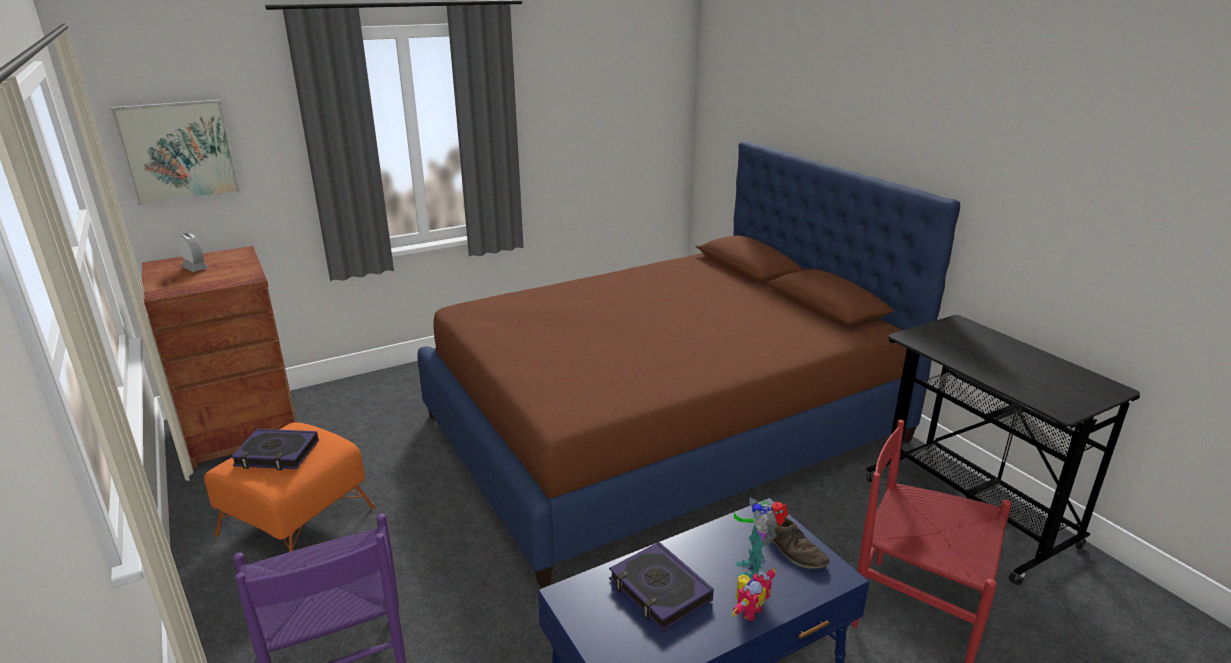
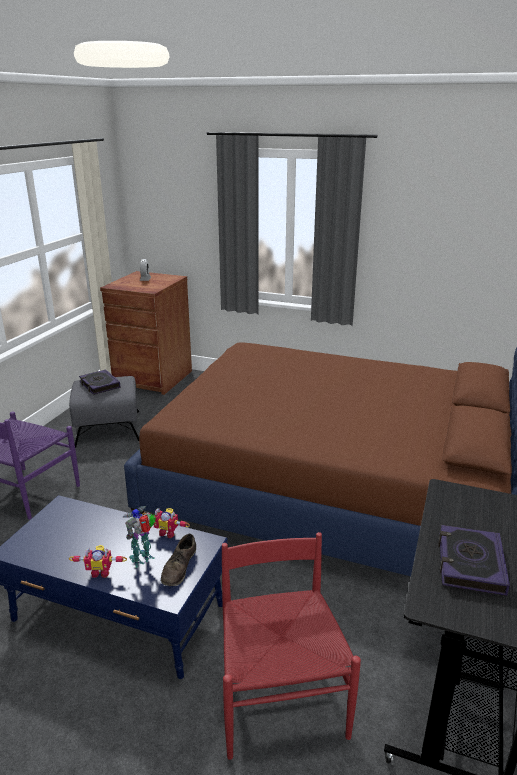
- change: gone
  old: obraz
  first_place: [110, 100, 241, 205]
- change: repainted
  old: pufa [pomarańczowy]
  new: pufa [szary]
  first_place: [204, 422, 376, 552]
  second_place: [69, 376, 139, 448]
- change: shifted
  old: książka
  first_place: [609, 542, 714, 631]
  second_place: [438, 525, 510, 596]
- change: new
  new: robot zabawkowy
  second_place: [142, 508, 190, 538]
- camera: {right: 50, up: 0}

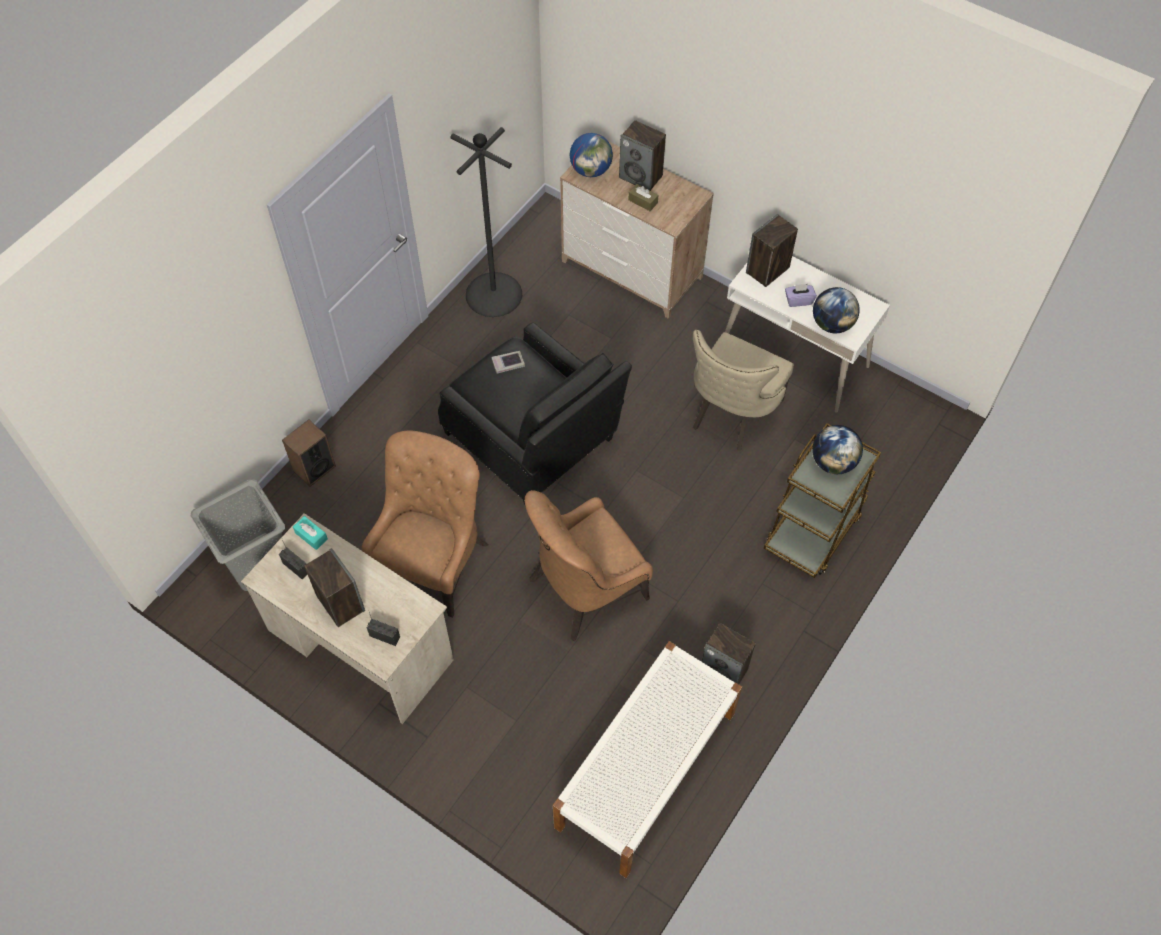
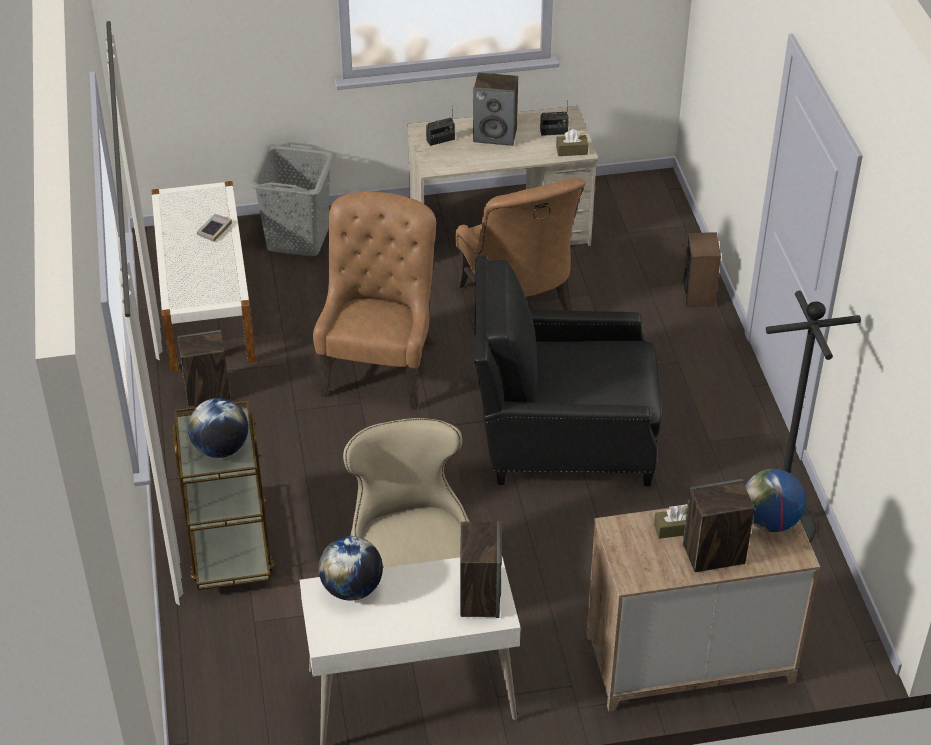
- change: gone
  old: pudełko chusteczek [fioletowy]
  first_place: [785, 284, 817, 307]
- change: shifted
  old: książka
  first_place: [491, 351, 525, 374]
  second_place: [197, 214, 232, 242]
- change: shifted
  old: kosz na pranie [szary]
  first_place: [191, 479, 285, 591]
  second_place: [249, 142, 335, 256]
- change: repainted
  old: pudełko chusteczek [turkusowy]
  new: pudełko chusteczek [brązowy]
  first_place: [293, 516, 328, 550]
  second_place: [556, 129, 588, 156]
- camera: {right: 135, up: -15}

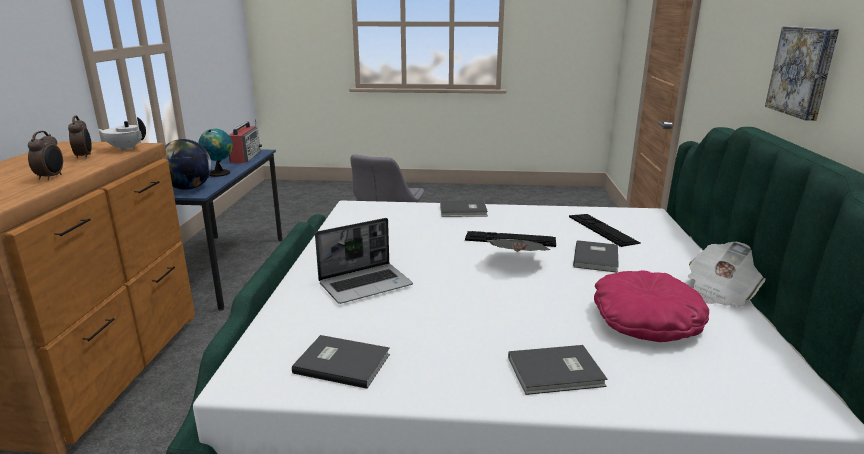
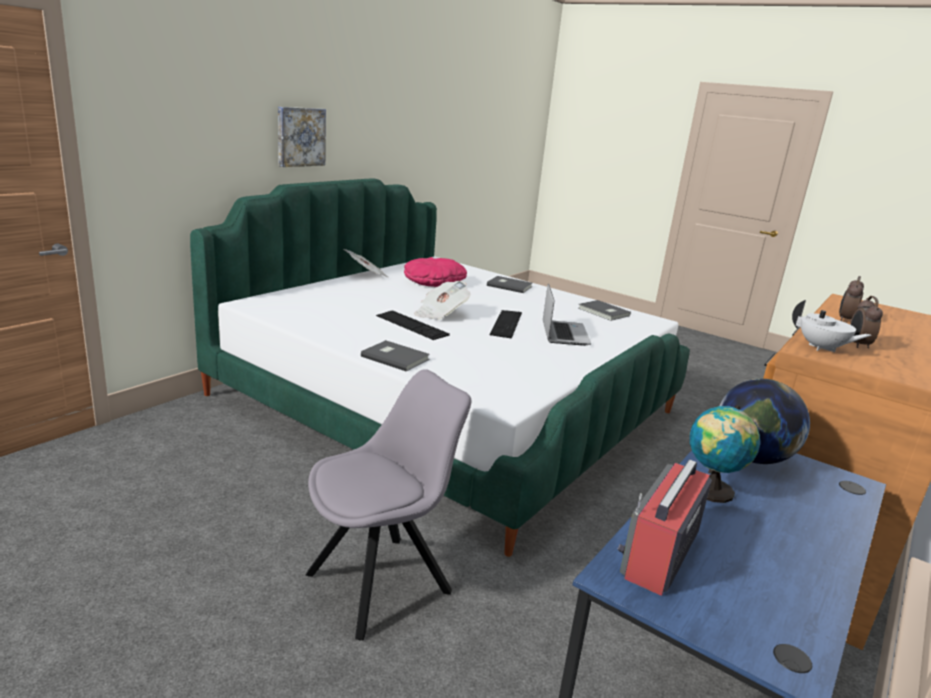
- change: shifted
  old: klawiatura
  first_place: [569, 214, 641, 247]
  second_place: [490, 310, 522, 339]
- change: rotated
  old: laptop
  first_place: [315, 218, 413, 304]
  second_place: [543, 283, 591, 346]
  degrees: 90
- change: gone
  old: książka [szary]
  first_place: [573, 240, 619, 273]
- camera: {right: -150, up: 0}

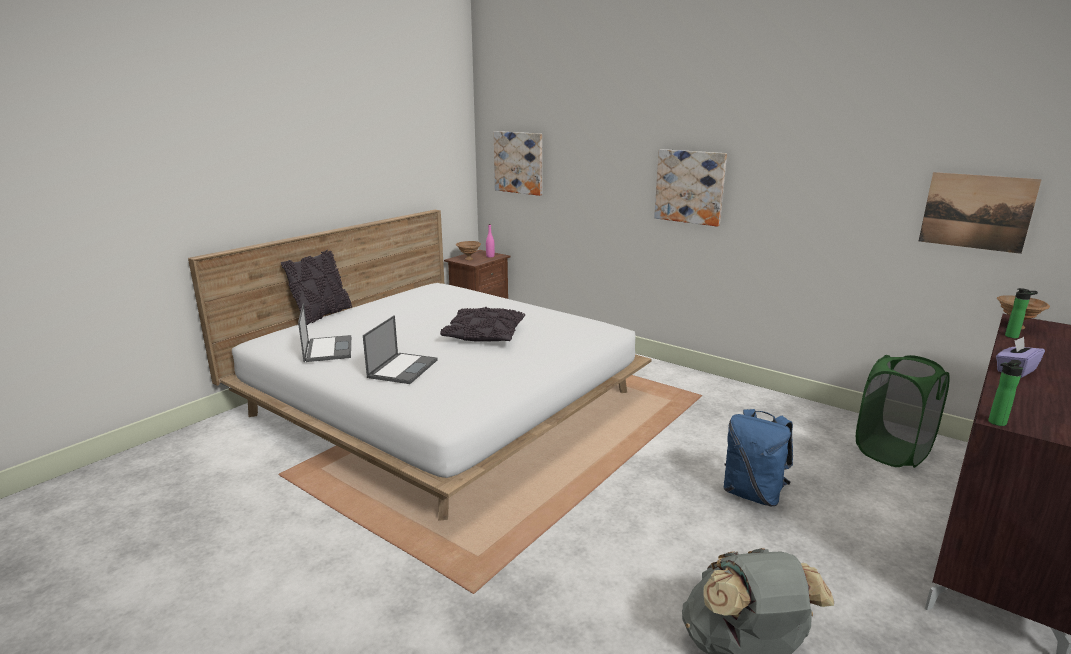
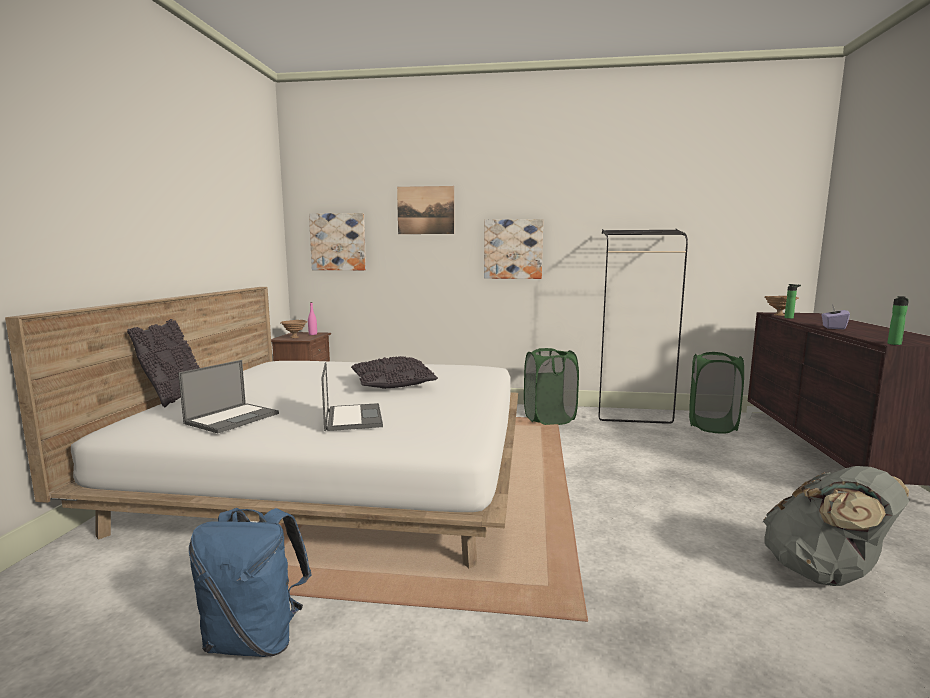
- change: shifted
  old: obraz
  first_place: [919, 172, 1042, 254]
  second_place: [397, 186, 454, 234]
- change: rotated
  old: laptop
  first_place: [298, 303, 351, 362]
  second_place: [178, 360, 279, 433]
  degrees: 75
- change: shifted
  old: plecak [niebieski]
  first_place: [723, 409, 793, 506]
  second_place: [189, 508, 312, 657]
- change: new
  new: wieszak [czarny]
  second_place: [599, 229, 688, 424]
- change: new
  new: kosz na pranie [zielony]
  second_place: [524, 348, 579, 425]
- camera: {right: -30, up: -10}

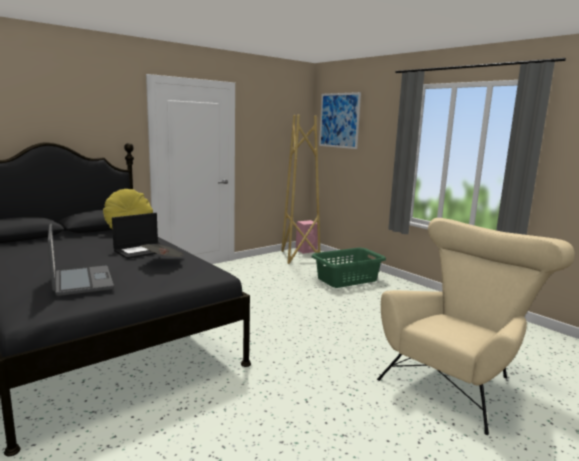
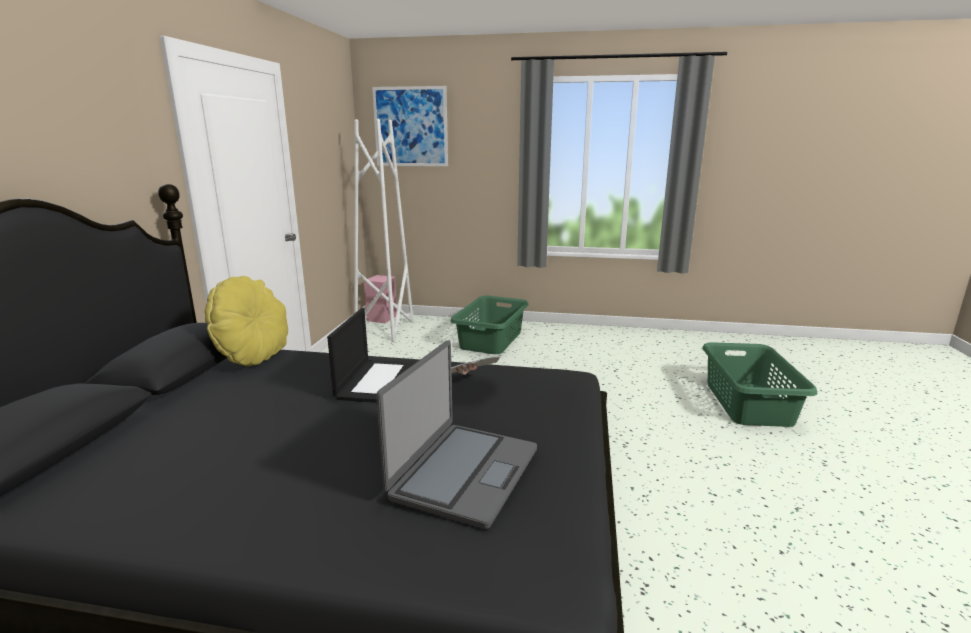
- change: repainted
  old: wieszak [żółty]
  new: wieszak [biały]
  first_place: [281, 114, 320, 264]
  second_place: [354, 119, 414, 342]
- change: swapped
  old: fotel [beżowy]
  new: kosz na pranie [zielony]
  first_place: [377, 218, 575, 435]
  second_place: [702, 342, 817, 427]
- change: rotated
  old: laptop
  first_place: [48, 224, 114, 296]
  second_place: [376, 340, 537, 529]
  degrees: 90
- camera: {right: -40, up: 5}

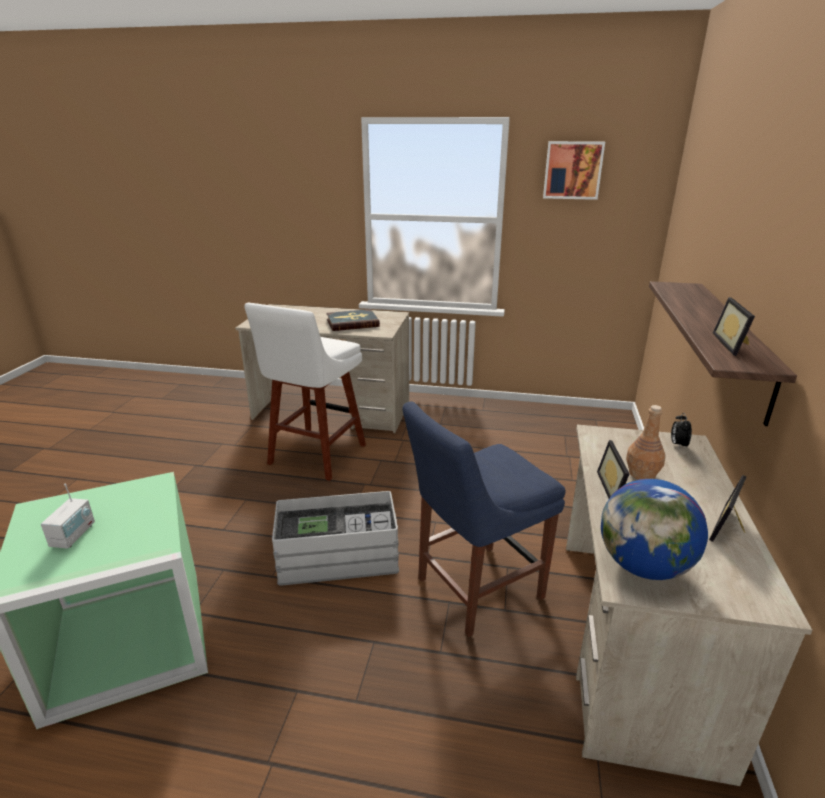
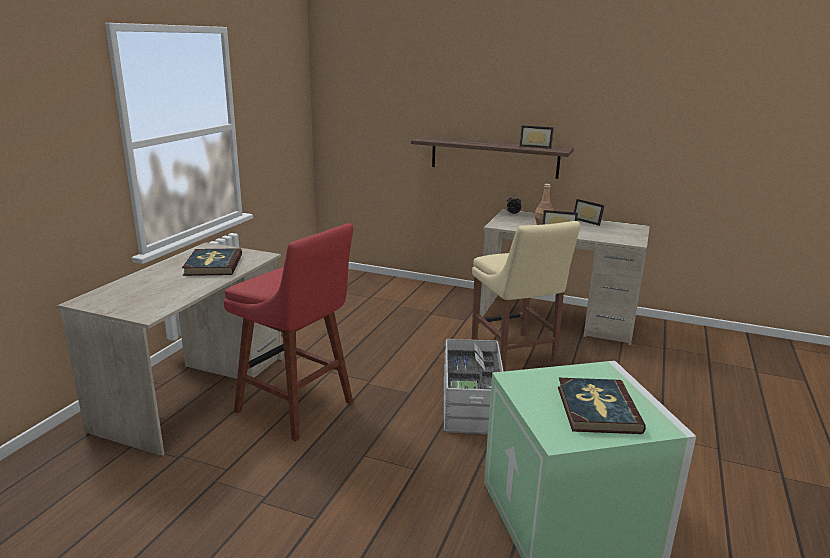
- change: gone
  old: obraz
  first_place: [543, 141, 605, 200]
- change: repainted
  old: stołek [biały]
  new: stołek [czerwony]
  first_place: [244, 303, 366, 481]
  second_place: [224, 223, 353, 441]
- change: repainted
  old: krzesło [niebieski]
  new: krzesło [beżowy]
  first_place: [402, 401, 565, 637]
  second_place: [472, 221, 580, 371]
- change: gone
  old: globus
  first_place: [601, 479, 708, 580]
- change: swapped
  old: radio
  new: książka
  first_place: [41, 483, 95, 549]
  second_place: [558, 378, 646, 434]
- camera: {right: -80, up: -5}

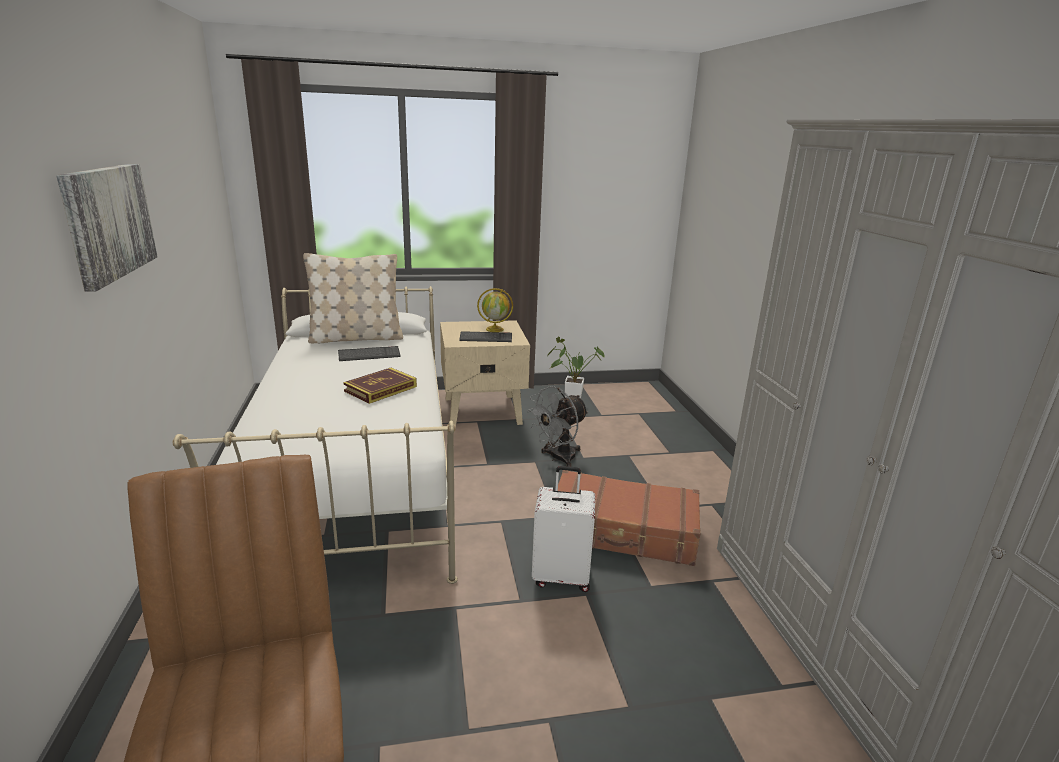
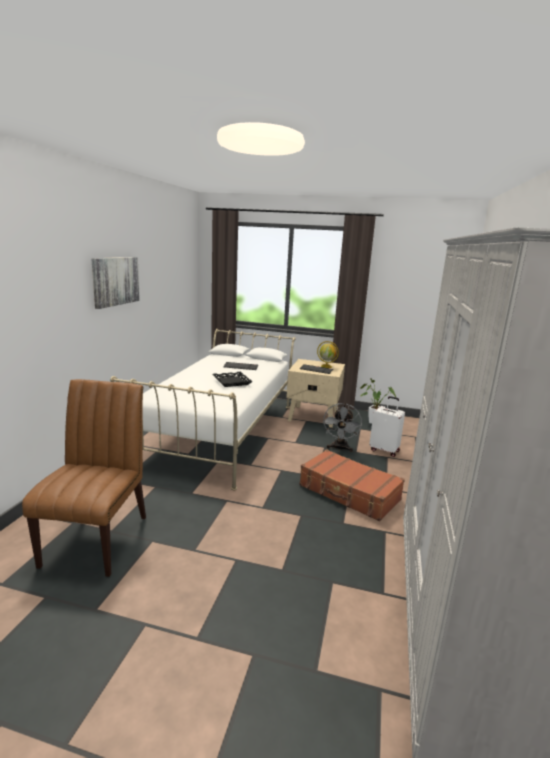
- change: gone
  old: poduszka [beżowy]
  first_place: [303, 253, 403, 343]
- change: swapped
  old: książka
  new: taca [czarny]
  first_place: [343, 368, 417, 404]
  second_place: [212, 372, 253, 387]
- change: rotated
  old: wentylator [szary]
  first_place: [527, 386, 589, 467]
  second_place: [323, 403, 362, 452]
  degrees: -60
- change: shifted
  old: walizka [biały]
  first_place: [532, 466, 595, 592]
  second_place: [369, 396, 405, 457]
- camera: {right: 25, up: -5}

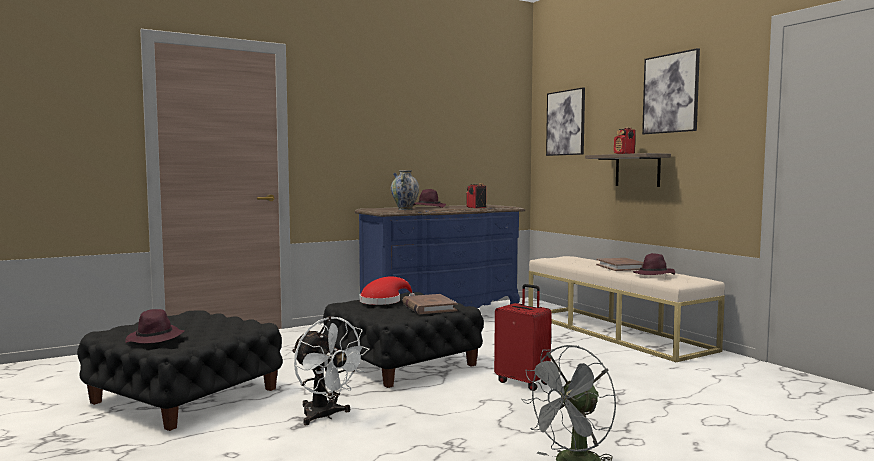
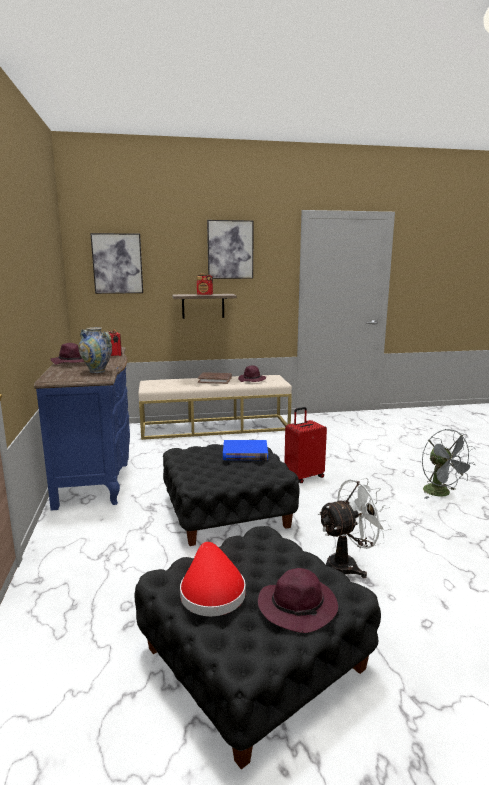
- change: shifted
  old: kapelusz [czerwony]
  first_place: [360, 277, 415, 305]
  second_place: [180, 542, 246, 616]
- change: repainted
  old: książka [brązowy]
  new: książka [niebieski]
  first_place: [403, 294, 458, 314]
  second_place: [223, 440, 268, 460]
- camera: {right: -70, up: 10}

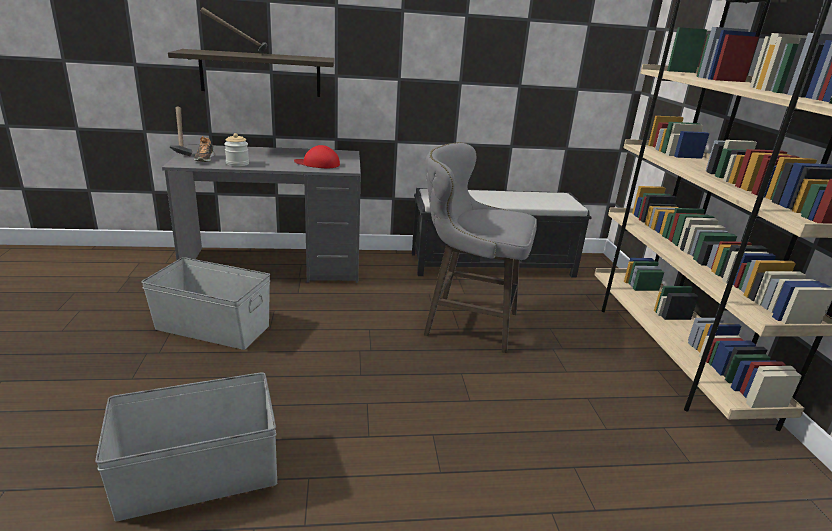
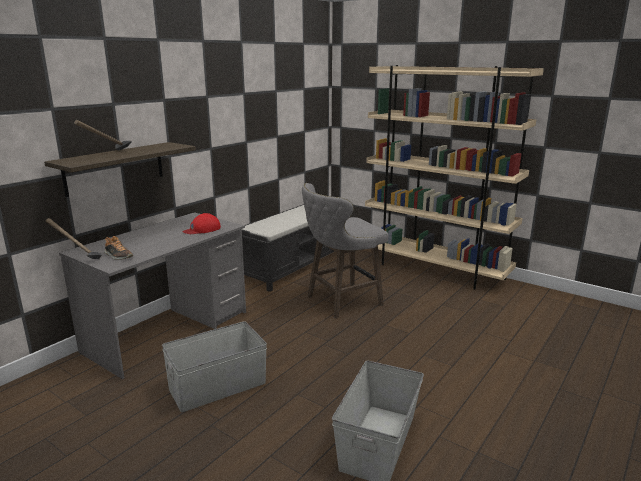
- change: gone
  old: słoik
  first_place: [224, 133, 249, 166]
- camera: {right: -45, up: -5}

